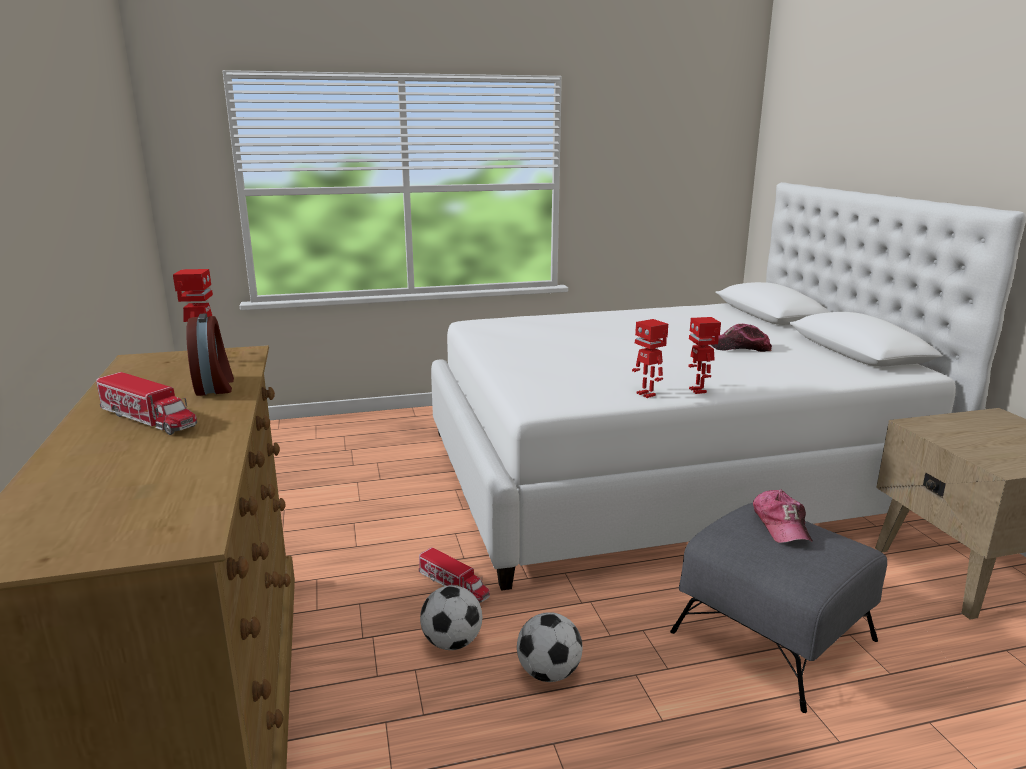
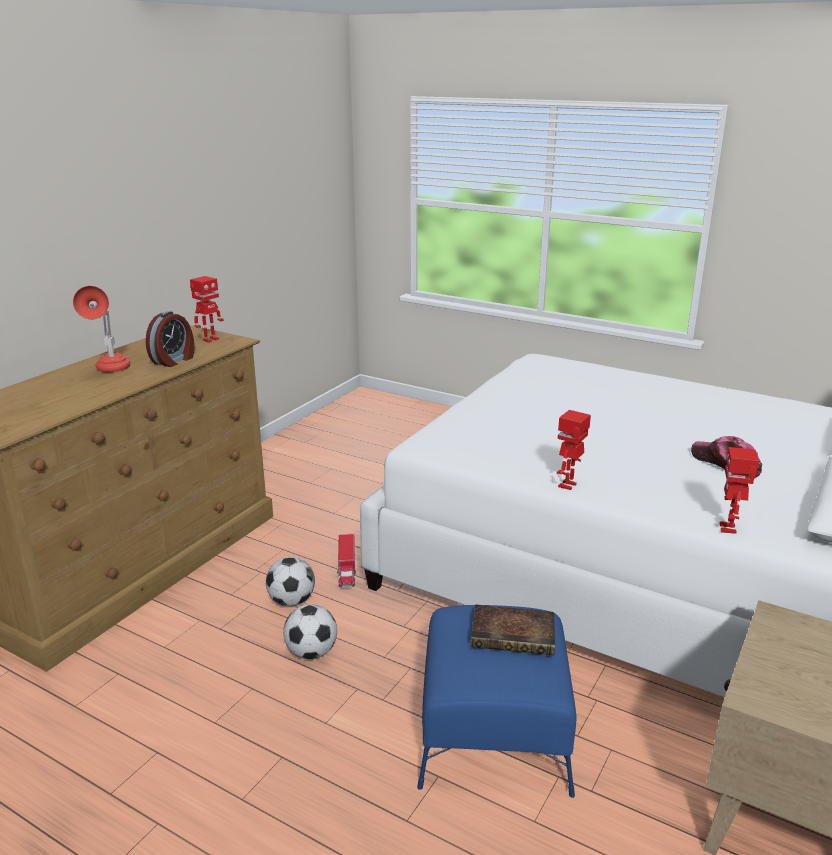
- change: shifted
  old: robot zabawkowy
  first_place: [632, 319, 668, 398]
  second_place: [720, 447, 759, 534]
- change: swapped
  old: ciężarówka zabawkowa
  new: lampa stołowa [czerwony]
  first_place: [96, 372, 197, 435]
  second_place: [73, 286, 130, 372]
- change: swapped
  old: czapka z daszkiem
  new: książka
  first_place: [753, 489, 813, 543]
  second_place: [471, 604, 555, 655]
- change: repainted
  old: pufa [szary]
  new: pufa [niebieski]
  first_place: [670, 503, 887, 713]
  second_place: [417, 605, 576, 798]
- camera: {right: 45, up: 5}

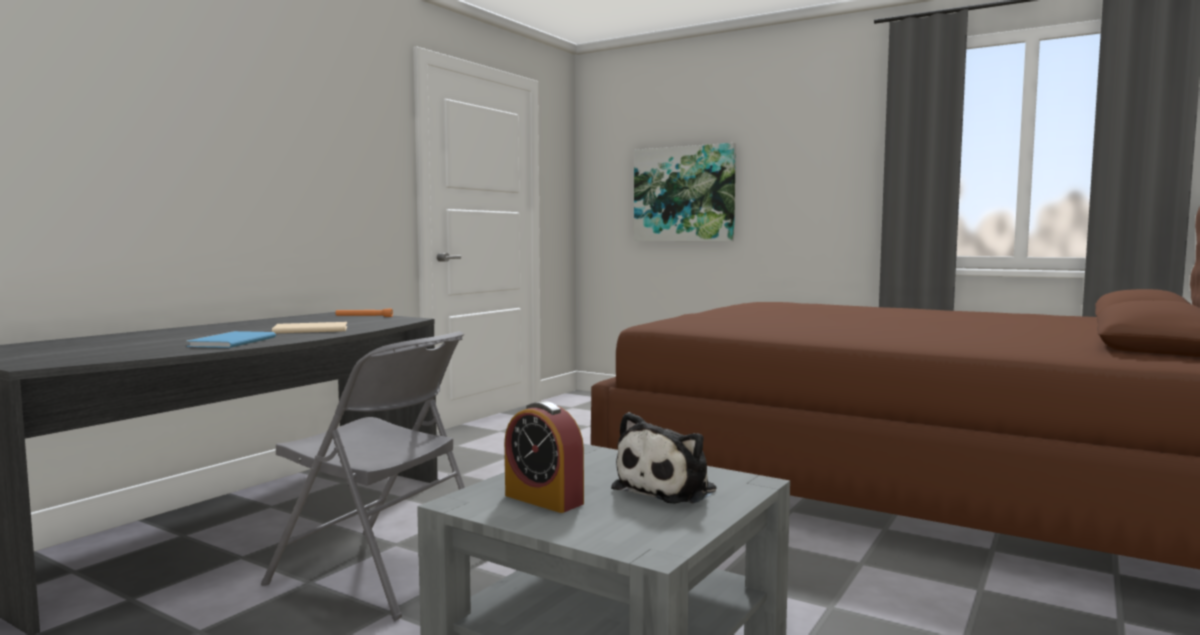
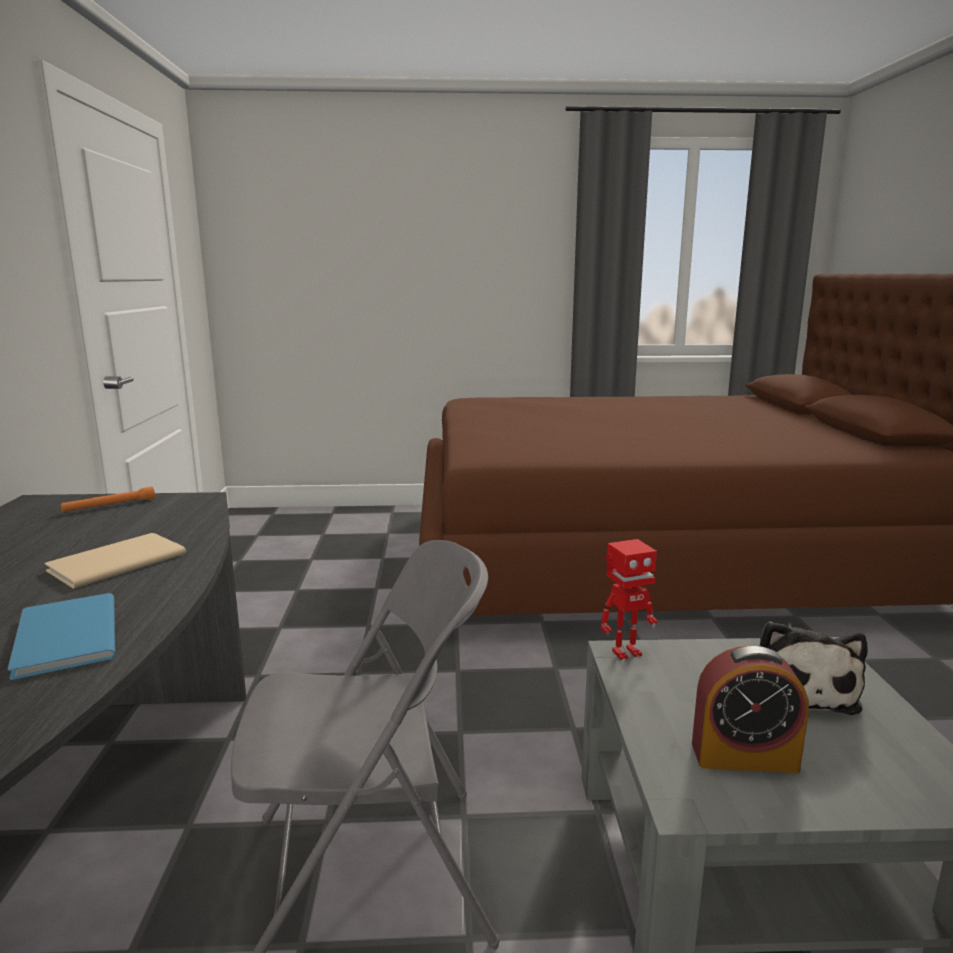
- change: gone
  old: obraz
  first_place: [634, 143, 736, 241]
- change: new
  new: robot zabawkowy
  second_place: [601, 539, 657, 660]
- camera: {right: -35, up: 10}

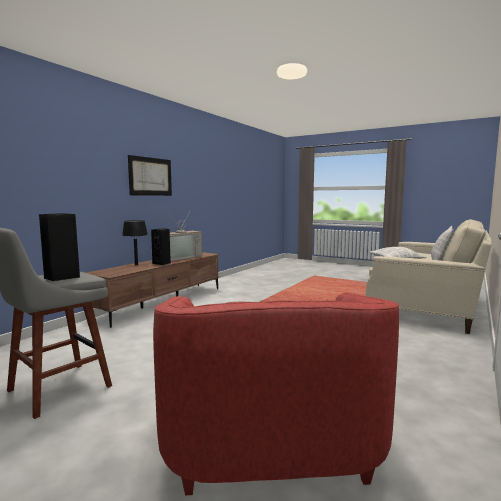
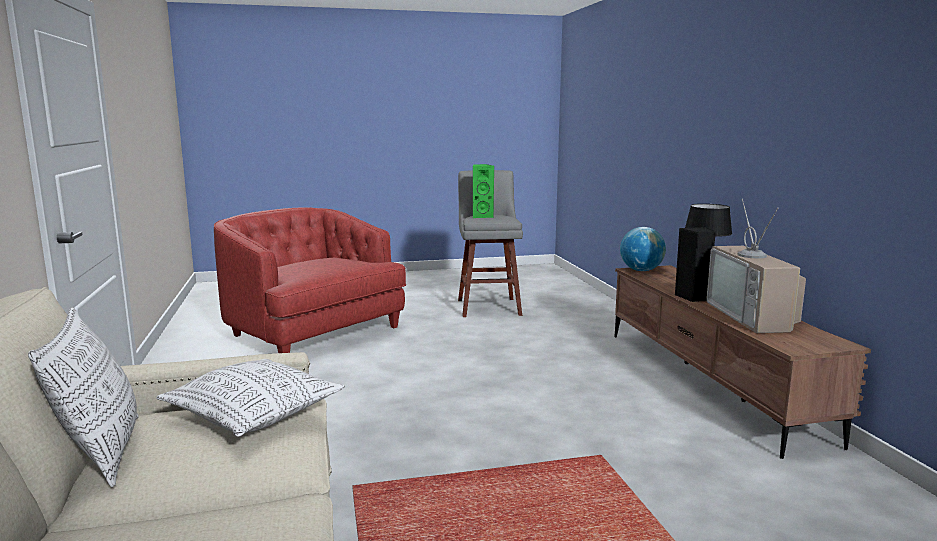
- change: gone
  old: obraz
  first_place: [128, 155, 172, 196]
- change: repainted
  old: głośnik [czarny]
  new: głośnik [zielony]
  first_place: [39, 213, 80, 281]
  second_place: [473, 164, 494, 218]
- change: new
  new: globus
  second_place: [620, 227, 666, 271]
- camera: {right: 135, up: 5}

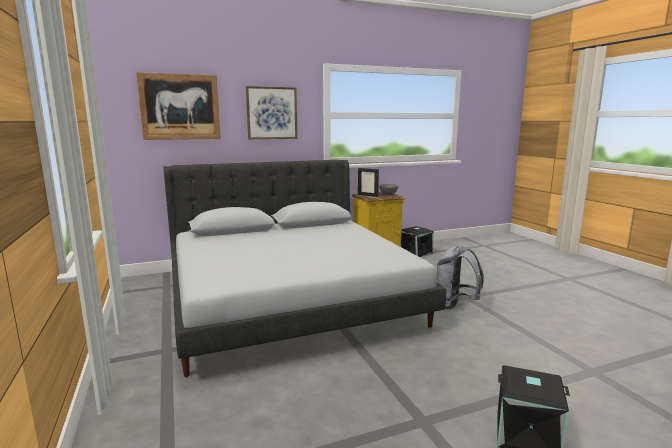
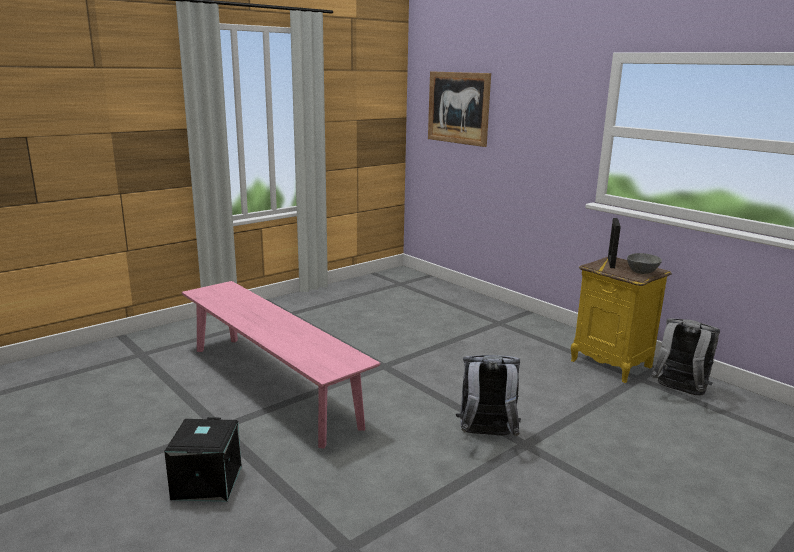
- change: gone
  old: obraz
  first_place: [246, 86, 297, 139]
- change: gone
  old: łóżko [szary]
  first_place: [163, 160, 446, 377]
- change: swapped
  old: pojemnik do przechowywania [czarny]
  new: plecak [szary]
  first_place: [401, 226, 434, 257]
  second_place: [651, 318, 720, 396]
- change: new
  new: ławka [różowy]
  second_place: [182, 281, 380, 449]
- camera: {right: 70, up: 5}

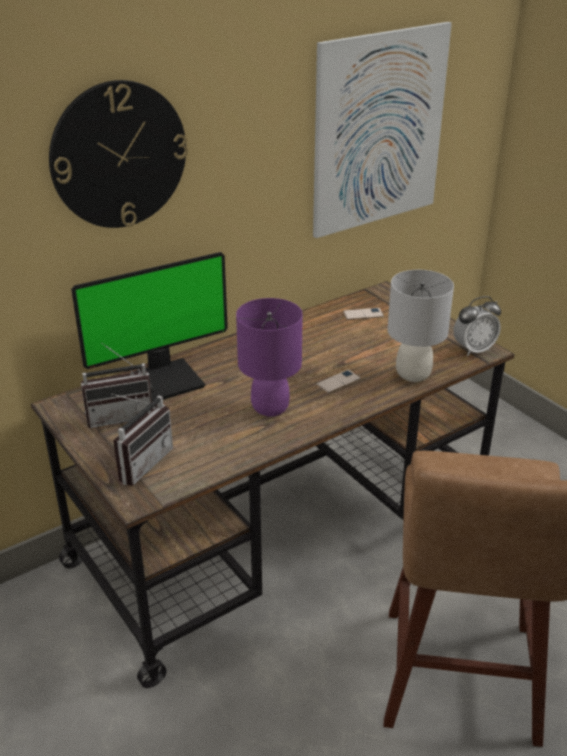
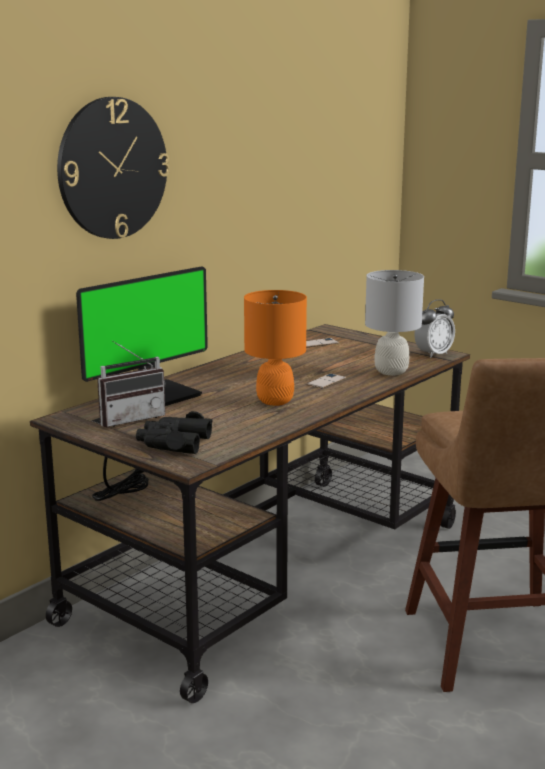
- change: gone
  old: obraz
  first_place: [313, 22, 452, 238]
- change: repainted
  old: lampa stołowa [fioletowy]
  new: lampa stołowa [pomarańczowy]
  first_place: [236, 298, 303, 417]
  second_place: [244, 290, 307, 406]
- change: swapped
  old: radio
  new: lornetka [czarny]
  first_place: [111, 393, 173, 486]
  second_place: [136, 411, 213, 454]
- camera: {right: -15, up: -15}

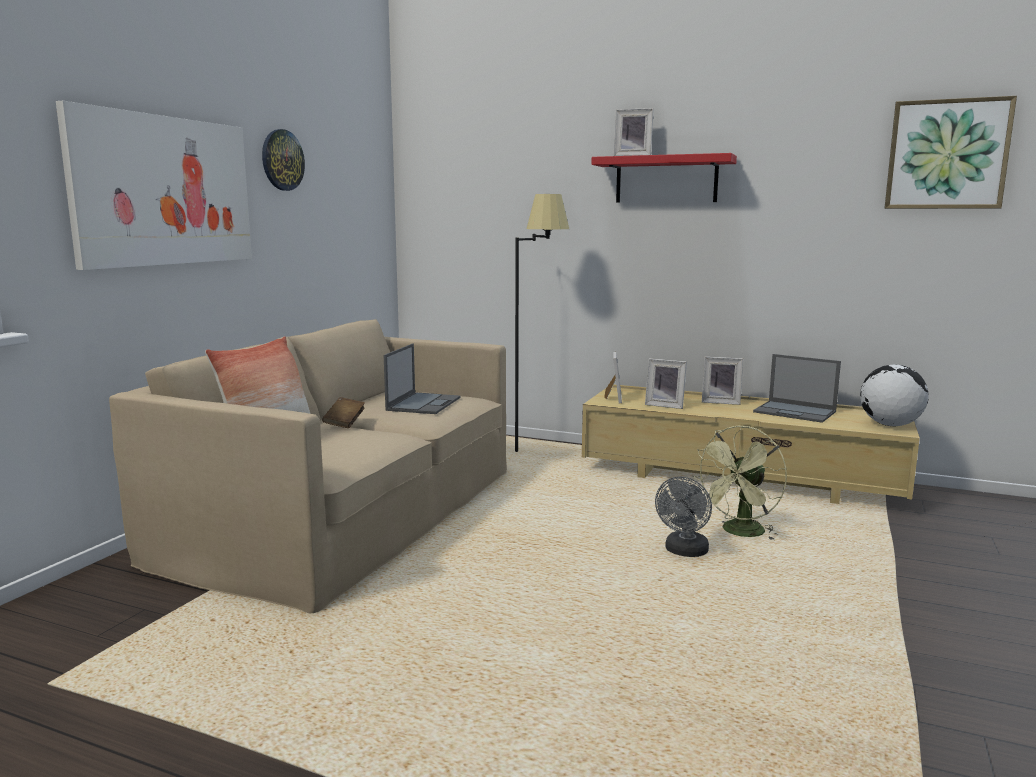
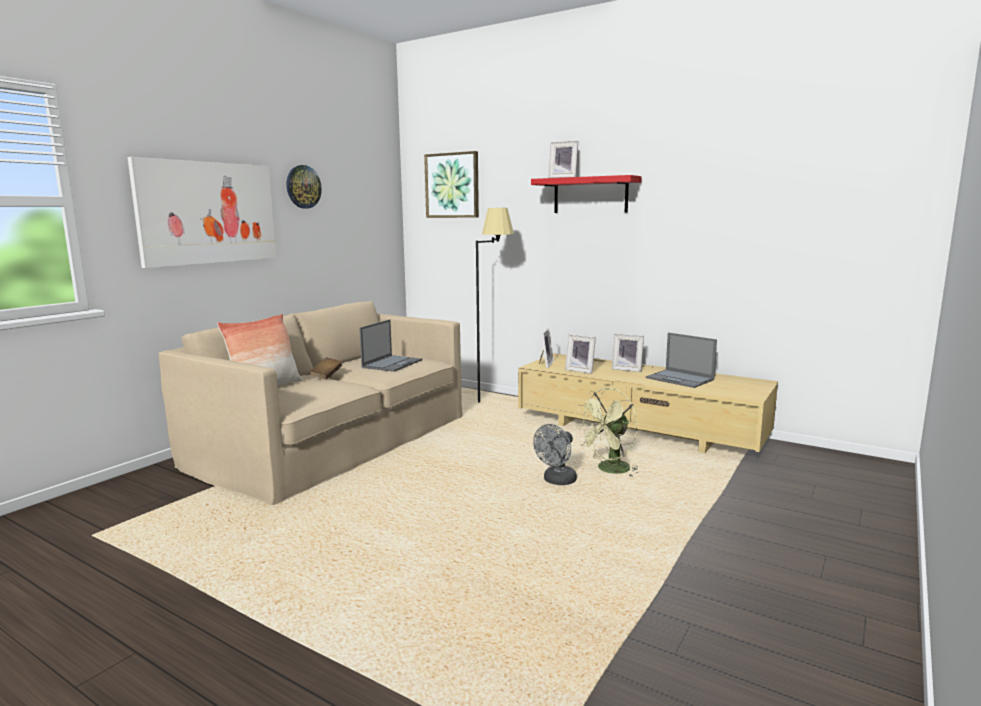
- change: shifted
  old: obraz
  first_place: [885, 96, 1017, 209]
  second_place: [424, 151, 479, 218]
- change: gone
  old: globus
  first_place: [860, 365, 929, 426]
- camera: {right: 10, up: 0}

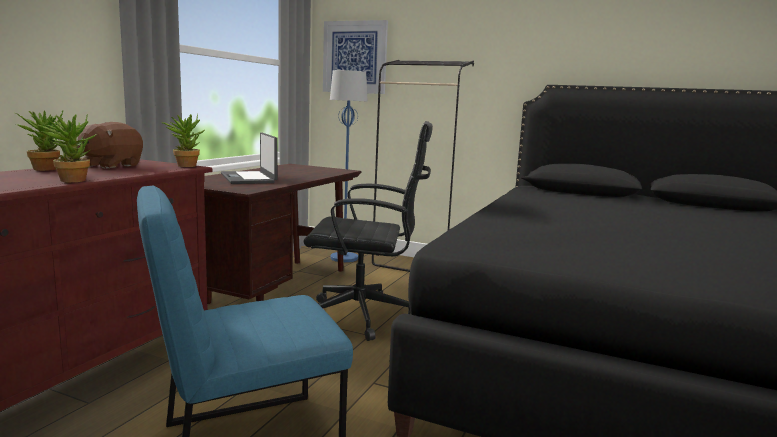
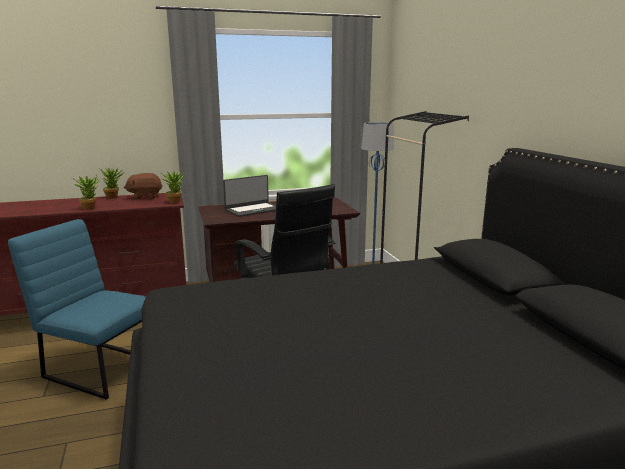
- change: gone
  old: obraz
  first_place: [323, 20, 388, 94]
- change: rotated
  old: laptop
  first_place: [221, 132, 278, 184]
  second_place: [223, 175, 276, 217]
  degrees: -150
- camera: {right: 50, up: 5}

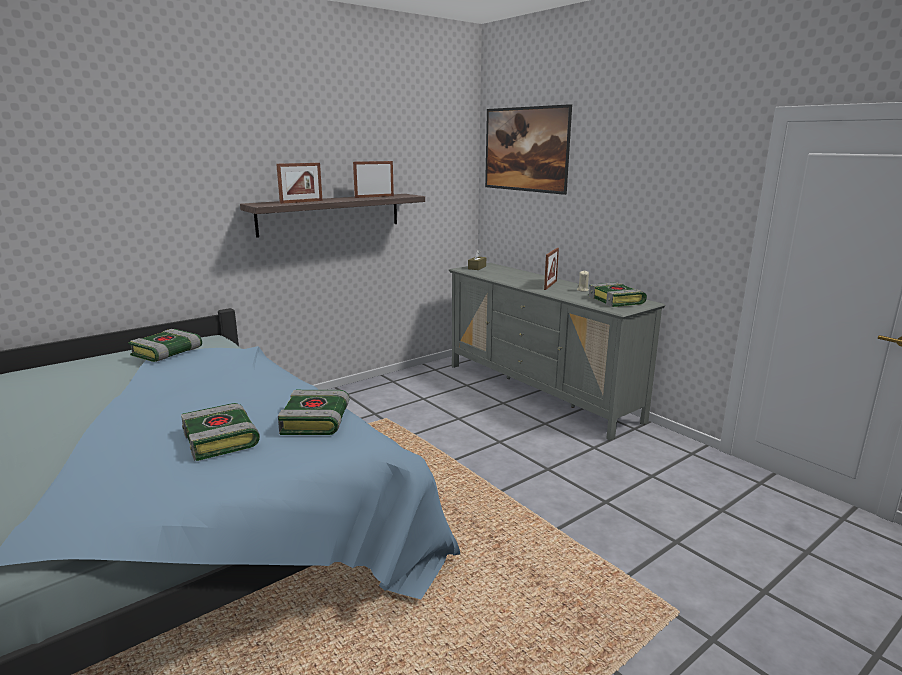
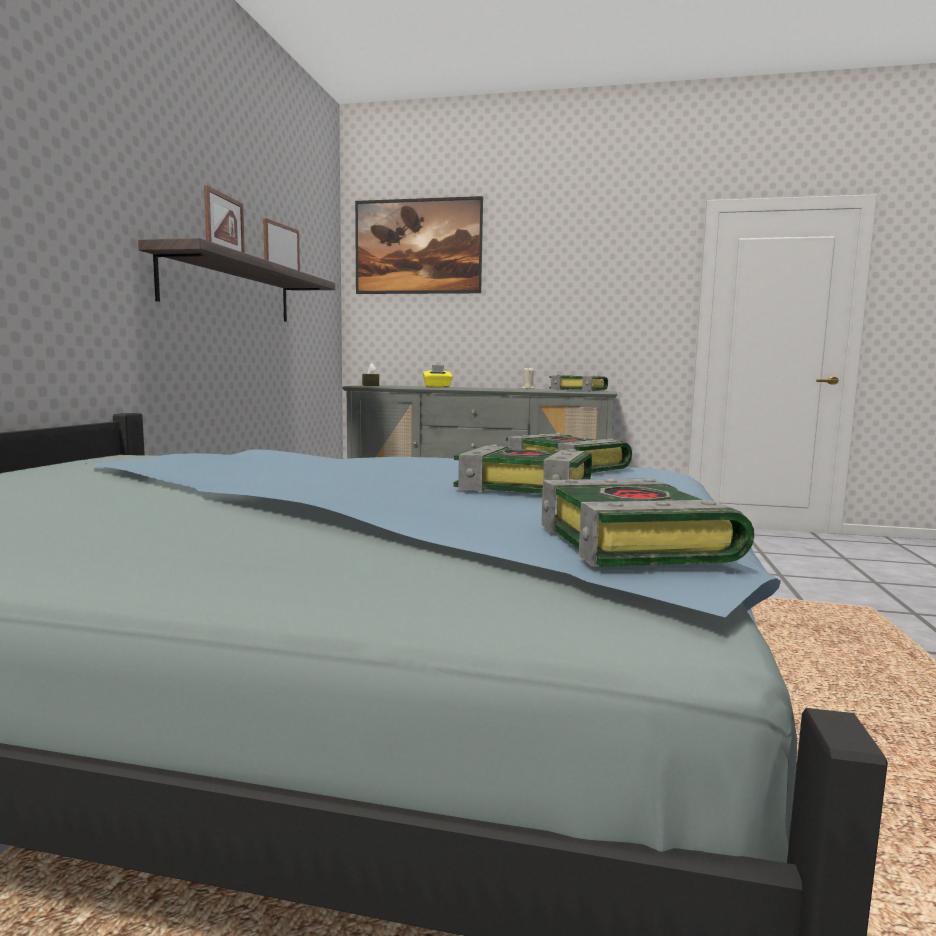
- change: gone
  old: ramka na zdjęcie
  first_place: [544, 248, 559, 290]
- change: shifted
  old: książka
  first_place: [128, 329, 202, 362]
  second_place: [541, 478, 754, 567]
- change: new
  new: pudełko chusteczek [żółty]
  second_place: [423, 365, 453, 388]
- camera: {right: -40, up: -10}

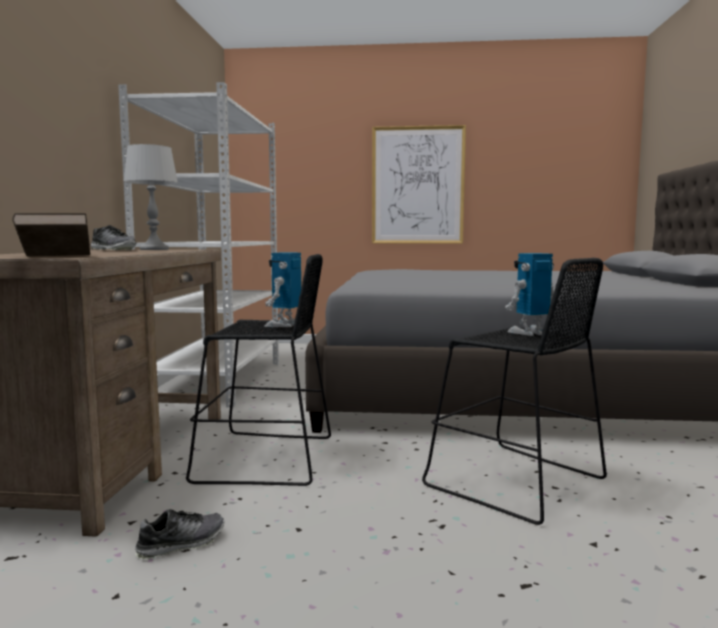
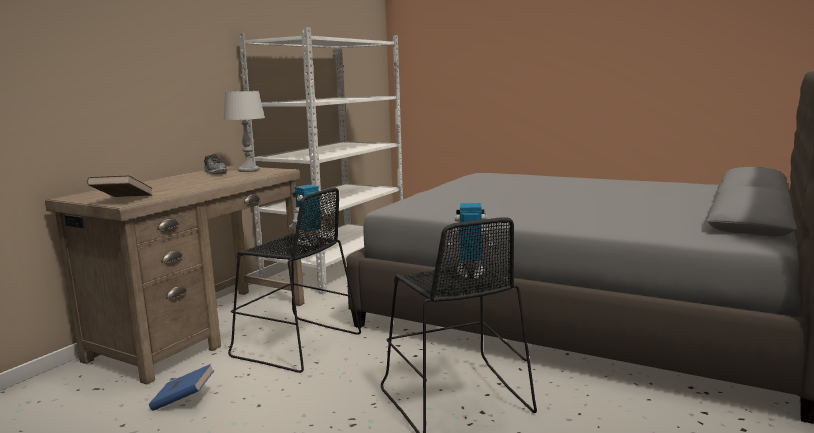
- change: gone
  old: obraz
  first_place: [372, 125, 466, 244]
- change: swapped
  old: but
  new: książka [niebieski]
  first_place: [135, 509, 224, 560]
  second_place: [149, 364, 215, 411]
- camera: {right: 25, up: 5}

